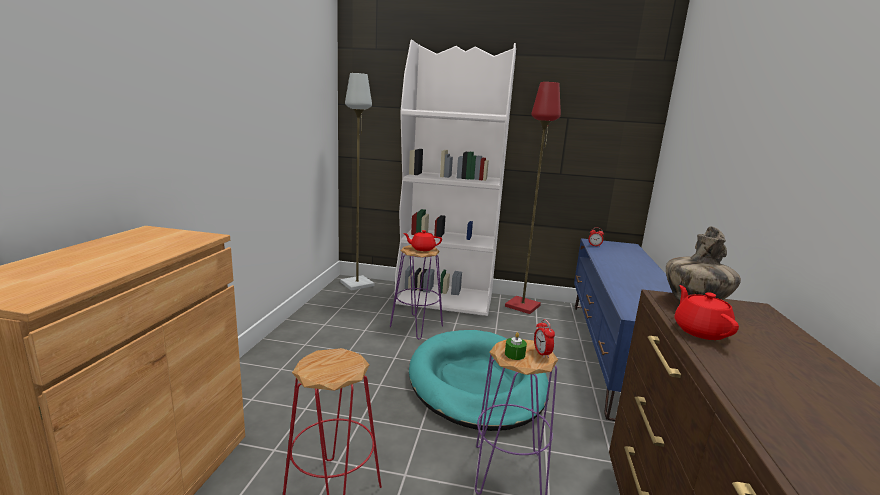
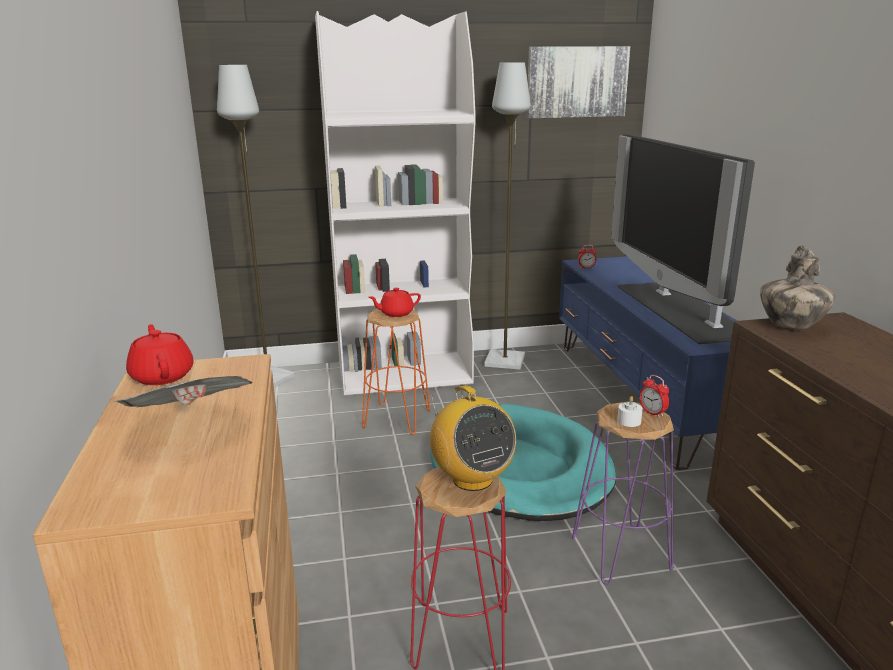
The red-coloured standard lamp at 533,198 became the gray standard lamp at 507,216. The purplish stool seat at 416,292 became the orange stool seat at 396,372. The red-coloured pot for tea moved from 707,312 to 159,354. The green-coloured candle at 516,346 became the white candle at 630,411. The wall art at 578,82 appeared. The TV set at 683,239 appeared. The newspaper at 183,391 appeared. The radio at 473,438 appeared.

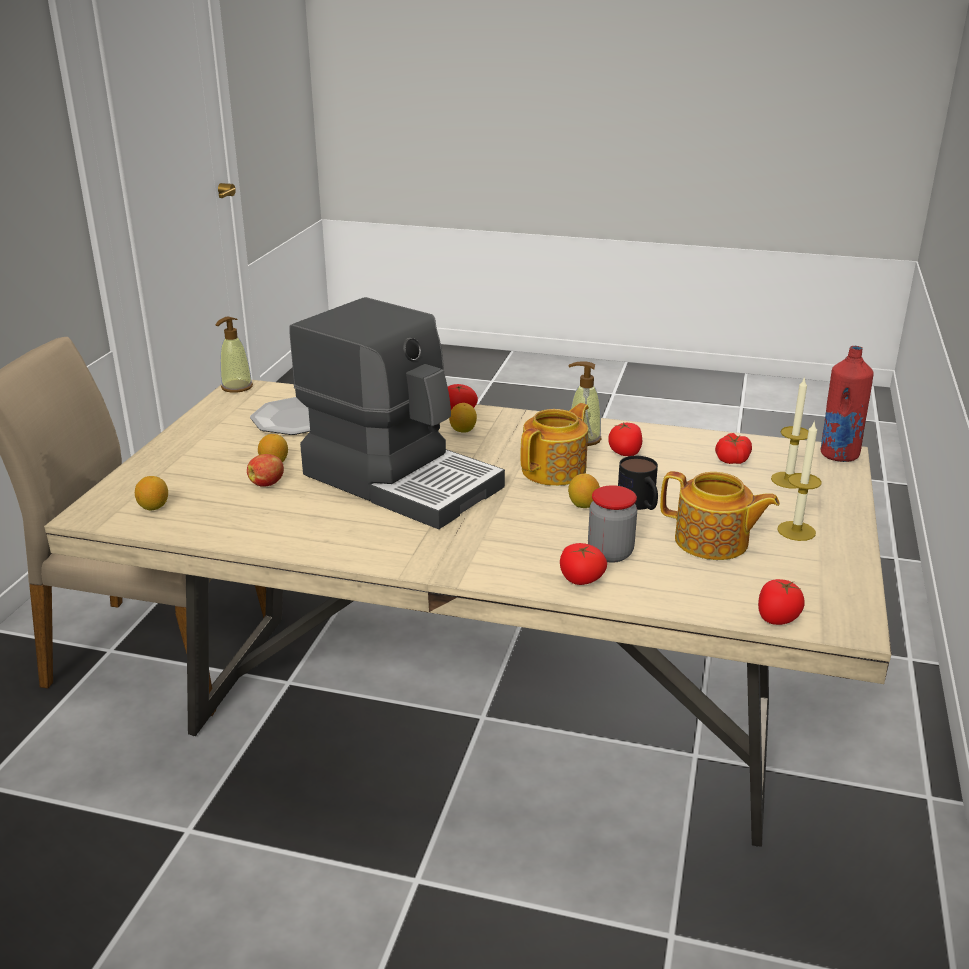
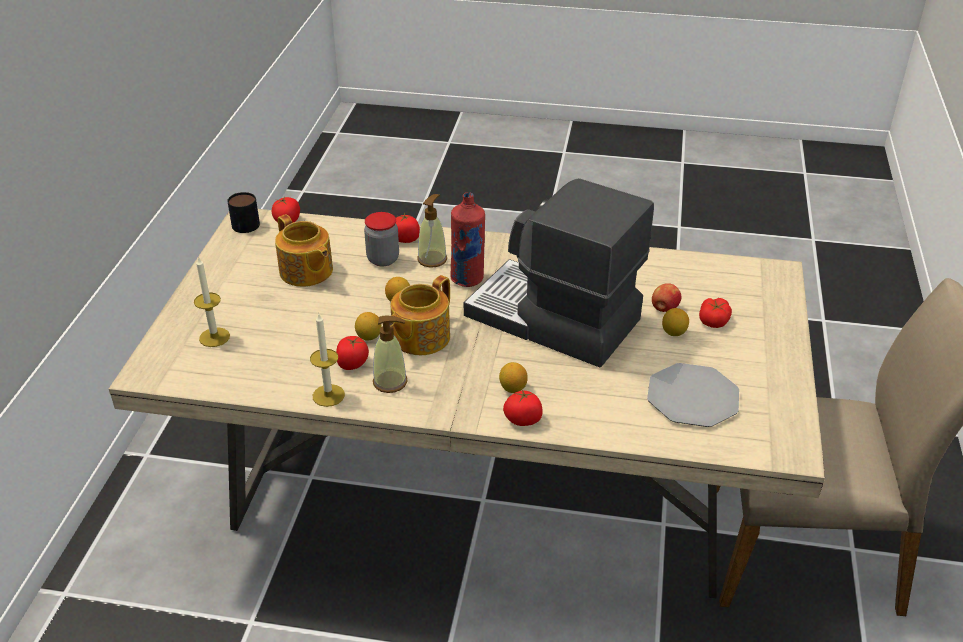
The soap dispenser moved from 234,354 to 432,231. The red-coloured beverage bottle moved from 847,404 to 467,239. The candle moved from 799,480 to 327,359. The tomato moved from 733,448 to 715,313. The tea mug moved from 638,483 to 243,212. The pot for tea at 720,515 turned 150 degrees counterclockwise. The lemon moved from 151,493 to 368,326.

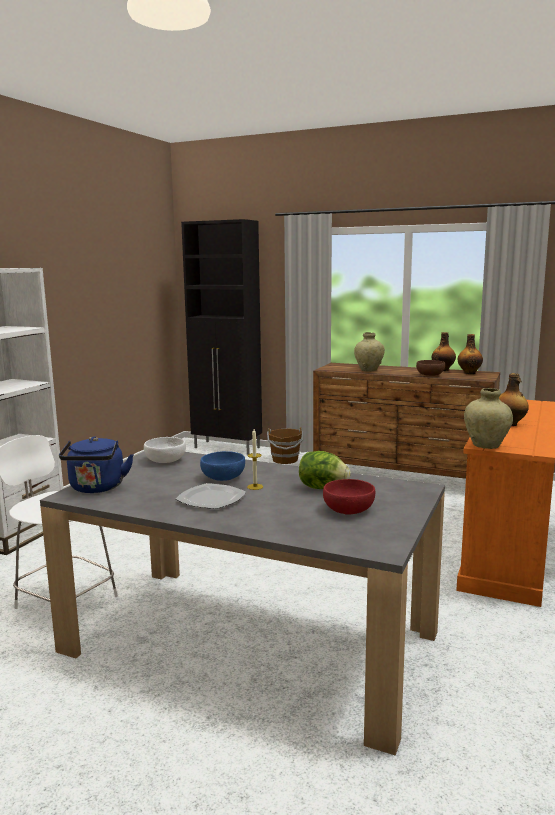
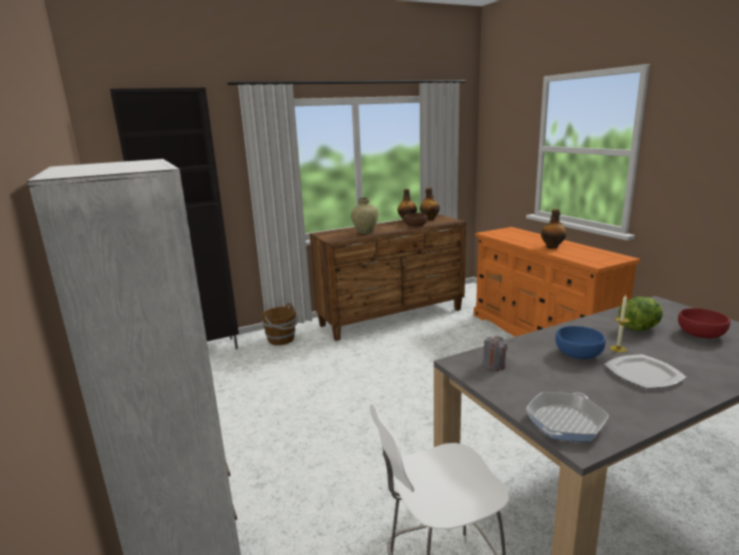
The beige-coloured flower vase at 488,418 disappeared. The blue tea kettle at 96,464 was replaced by the frying pan at 567,417. The white bowl at 165,450 was replaced by the gray candle at 495,353.

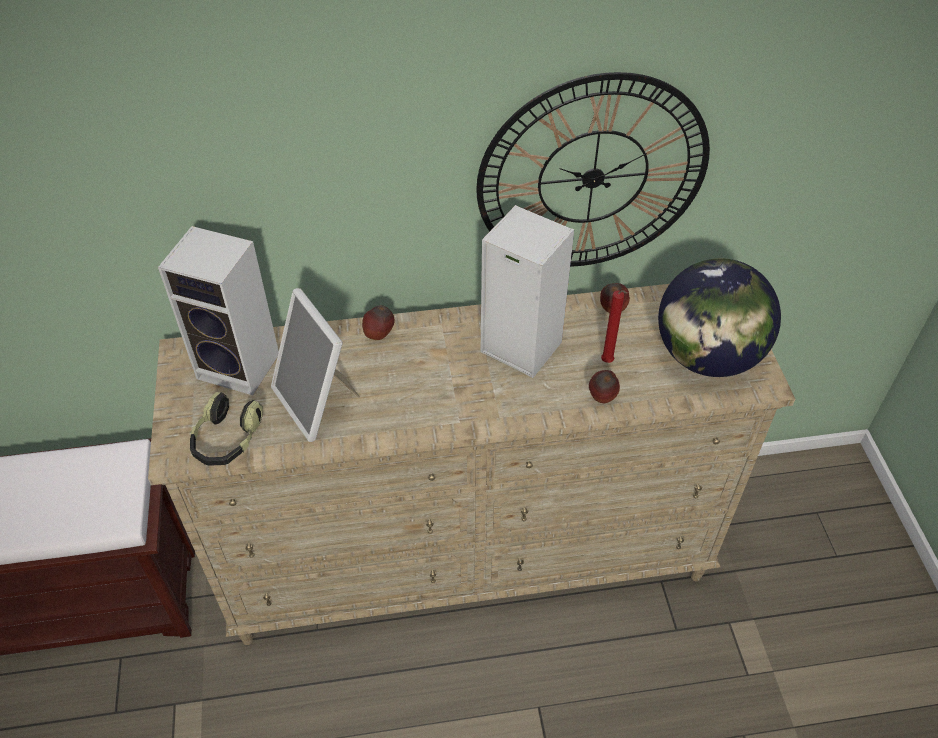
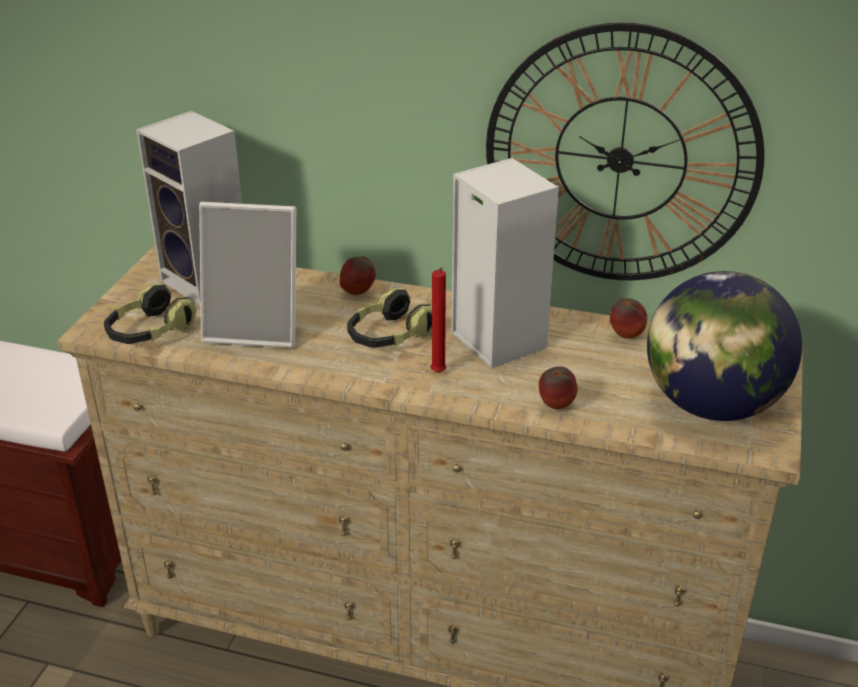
The picture frame at 315,365 turned 75 degrees counterclockwise. The red-coloured candle moved from 614,326 to 438,320. The headset at 389,318 appeared.

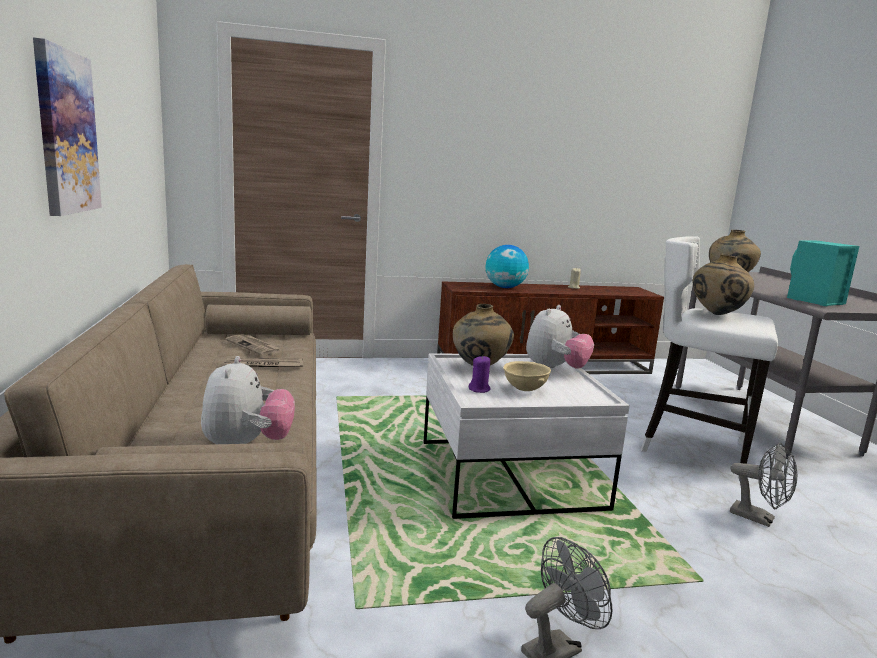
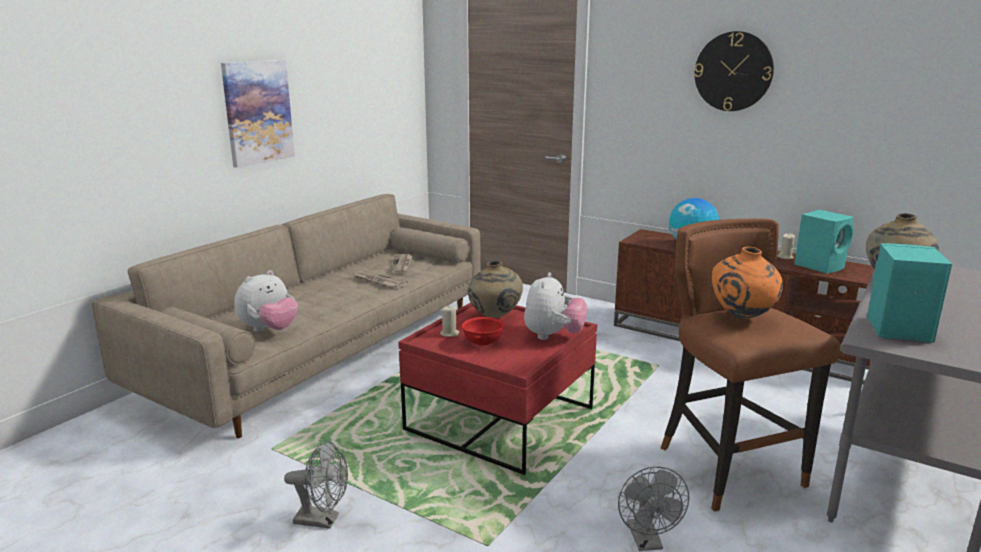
The white stool seat at 709,357 became the brownish stool seat at 750,365. The beige-coloured flower vase at 723,284 became the orange flower vase at 747,283. The soft toy at 560,337 turned 60 degrees counterclockwise. The white lounge table at 526,436 became the red-coloured lounge table at 497,388. The purplish candle at 480,374 became the beige-coloured candle at 450,321. The beige-coloured bowl at 527,376 became the red-coloured bowl at 483,331. The clock on the wall at 734,71 appeared. The turquoise-coloured audio speaker at 824,242 appeared.

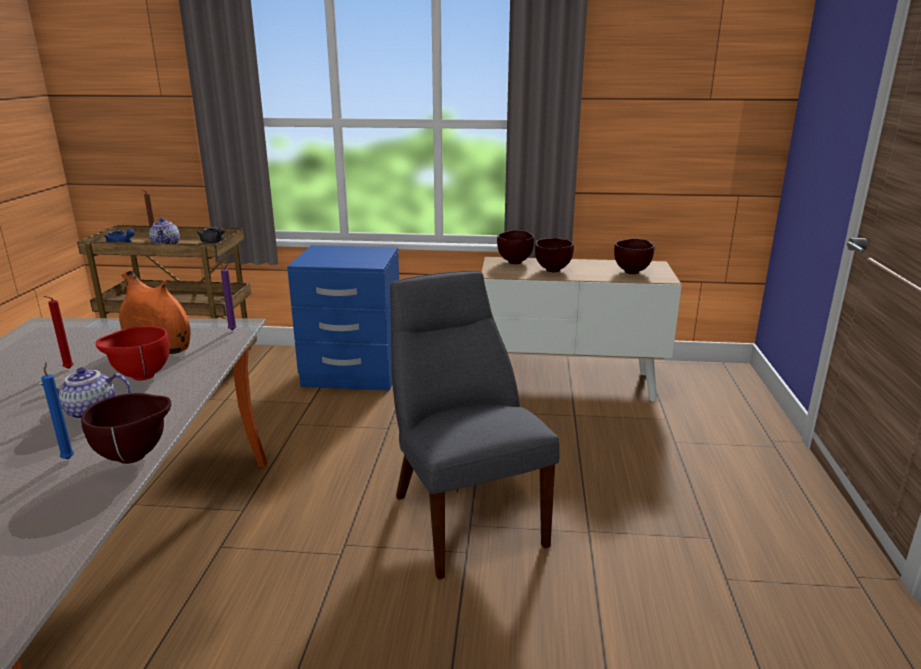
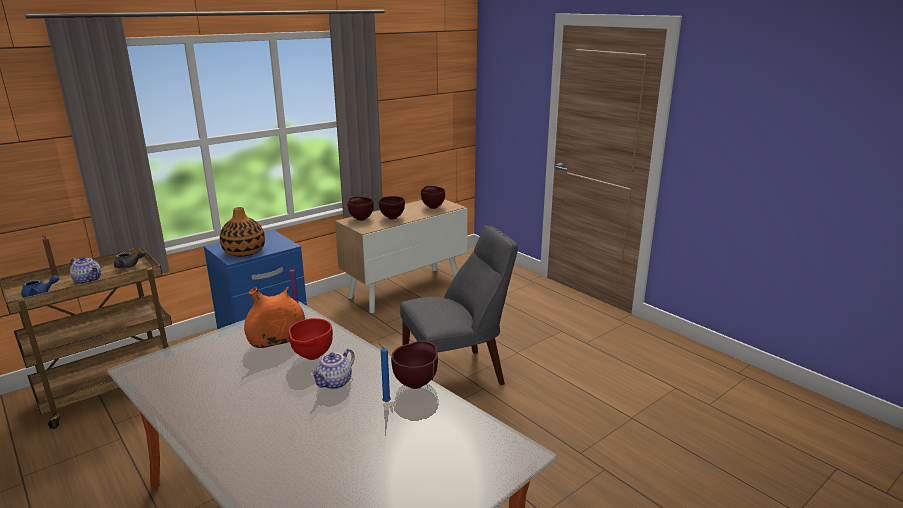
The gray plain chair at 475,425 turned 135 degrees clockwise. The red-coloured candle at 59,332 disappeared. The flower vase at 242,232 appeared.

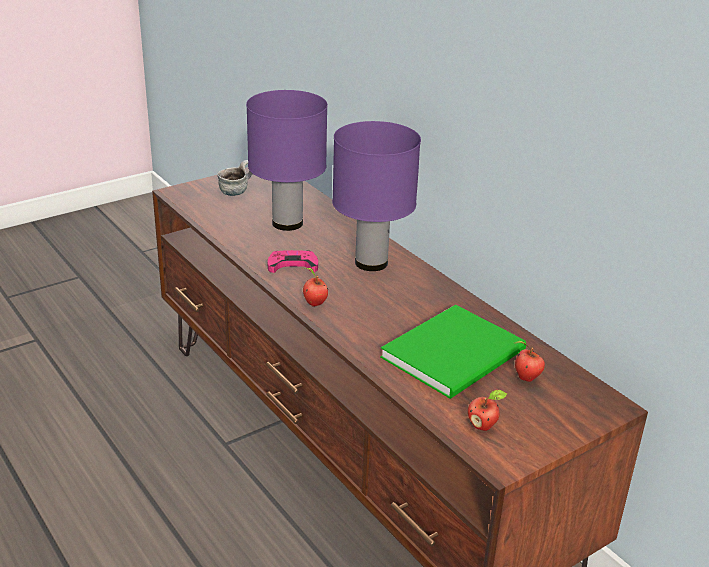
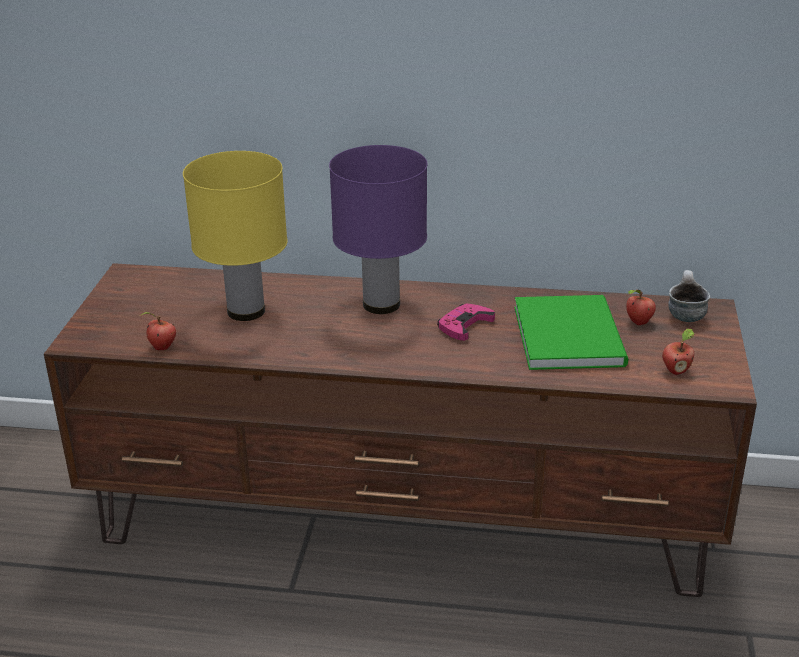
The purplish lamp for a table at 287,160 became the yellow lamp for a table at 235,236. The tea mug moved from 234,178 to 689,296. The pink-coloured game controller moved from 293,261 to 466,322. The whole apple moved from 315,287 to 157,331.

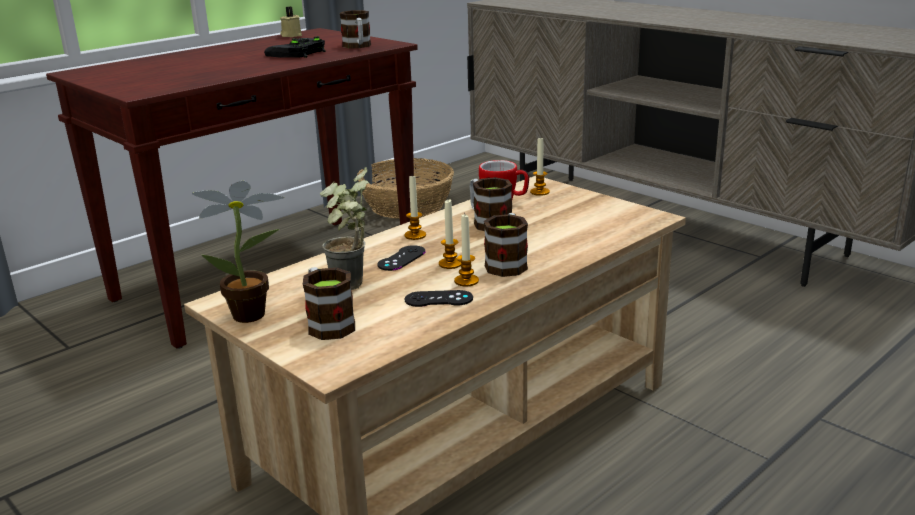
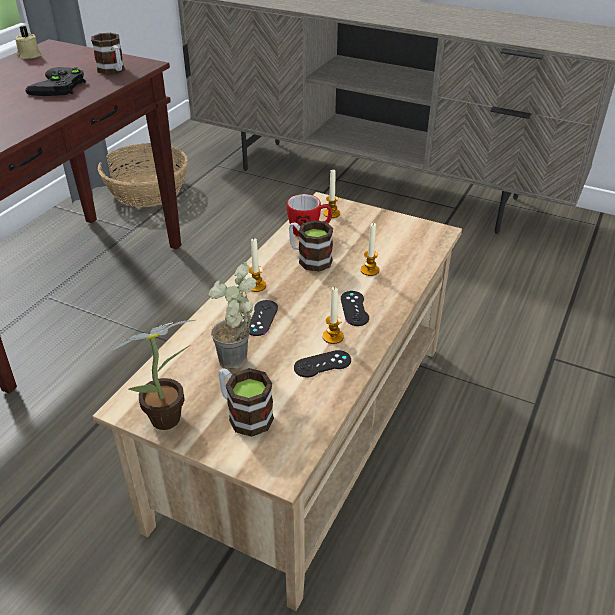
The candle moved from 450,234 to 370,249. The tea mug at 506,245 was replaced by the blackish game controller at 355,308.

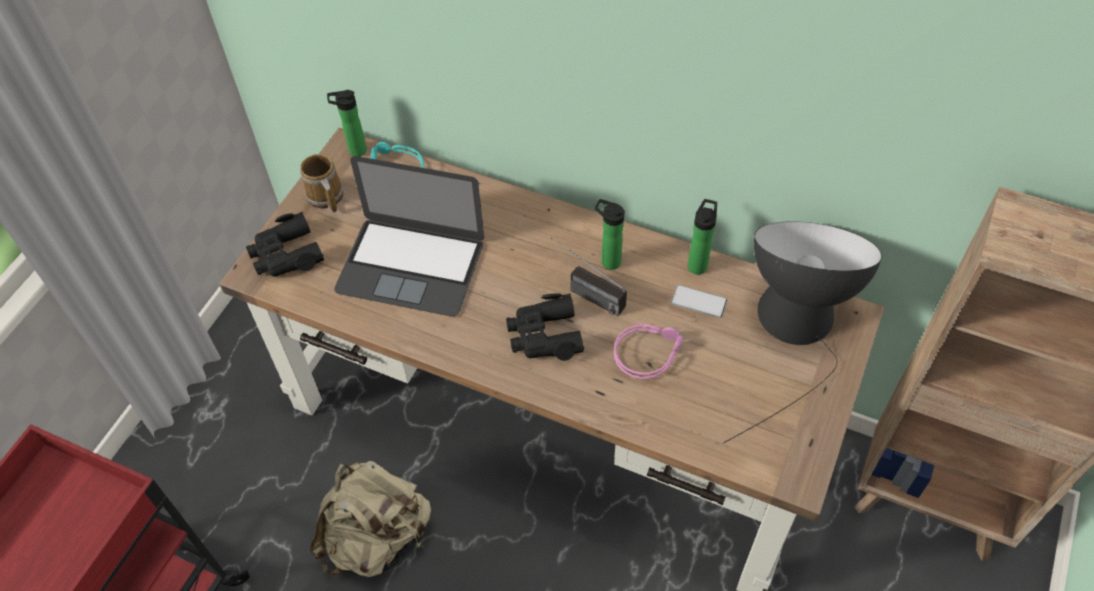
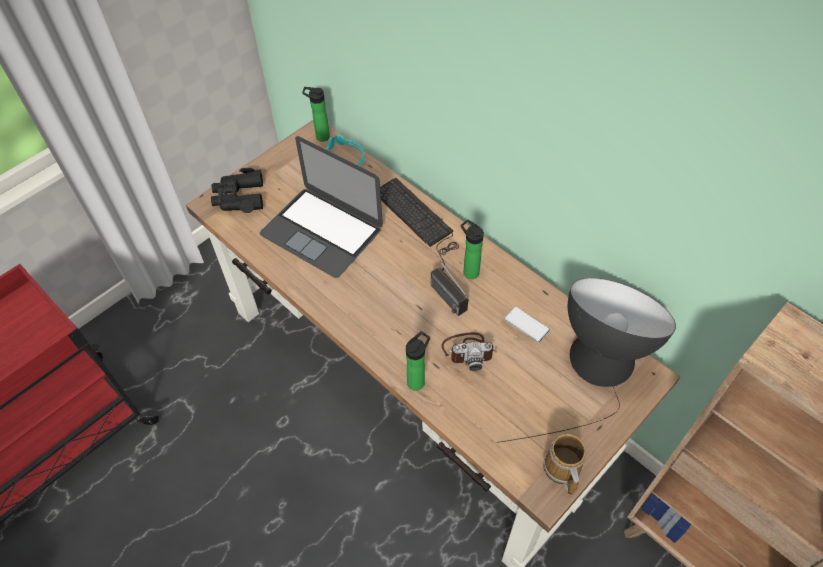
The tea mug moved from 321,183 to 564,464. The beverage bottle moved from 702,237 to 418,361. The blackish pair of binoculars at 545,327 disappeared. The pink-coloured headset at 648,350 was replaced by the still camera at 469,351. The beige-coloured knapsack at 370,519 disappeared. The computer keyboard at 419,224 appeared.

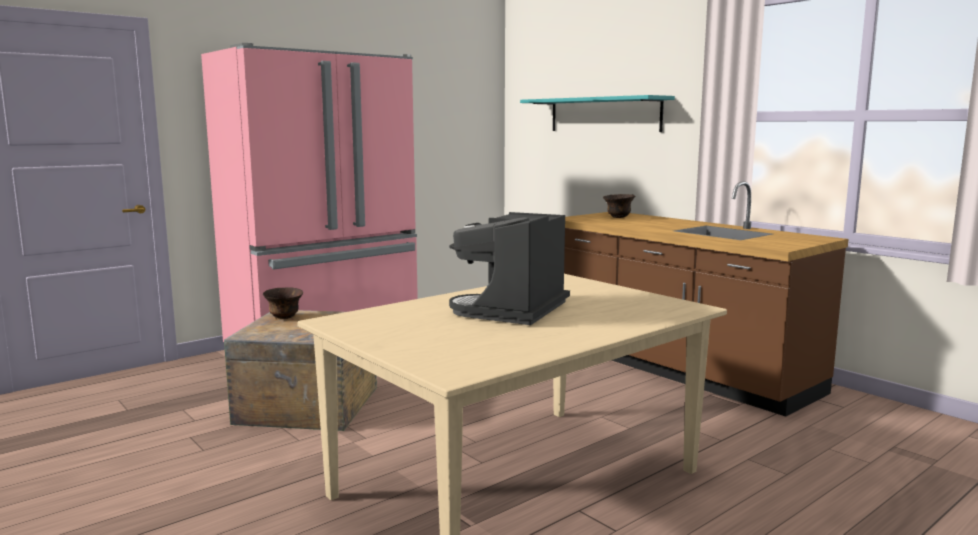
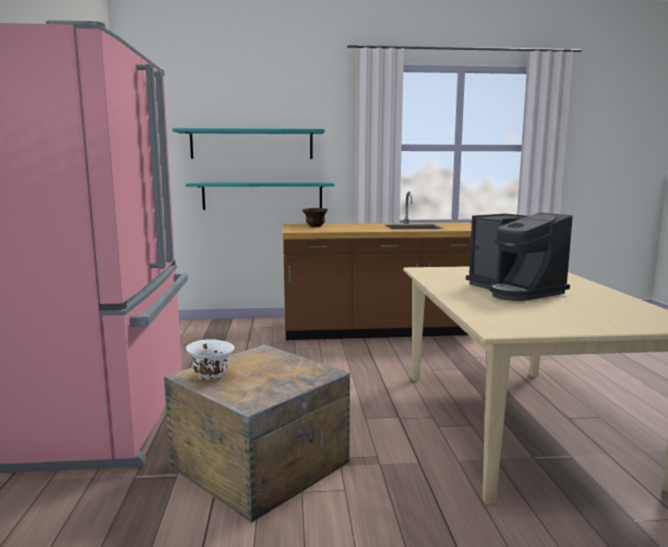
The brownish bowl at 283,303 became the white bowl at 210,359. The turquoise-coloured wall shelf at 260,196 appeared.

